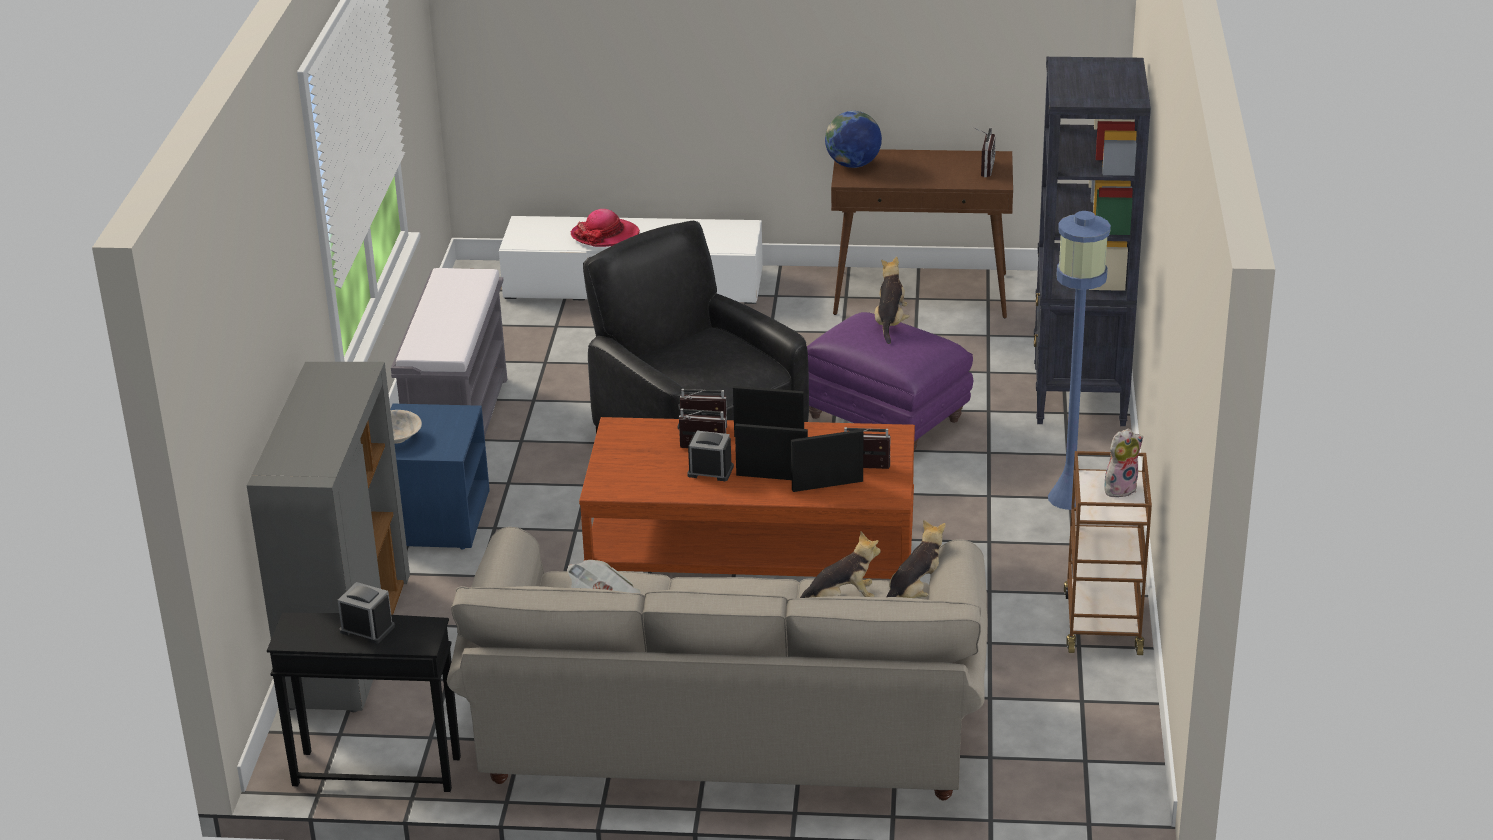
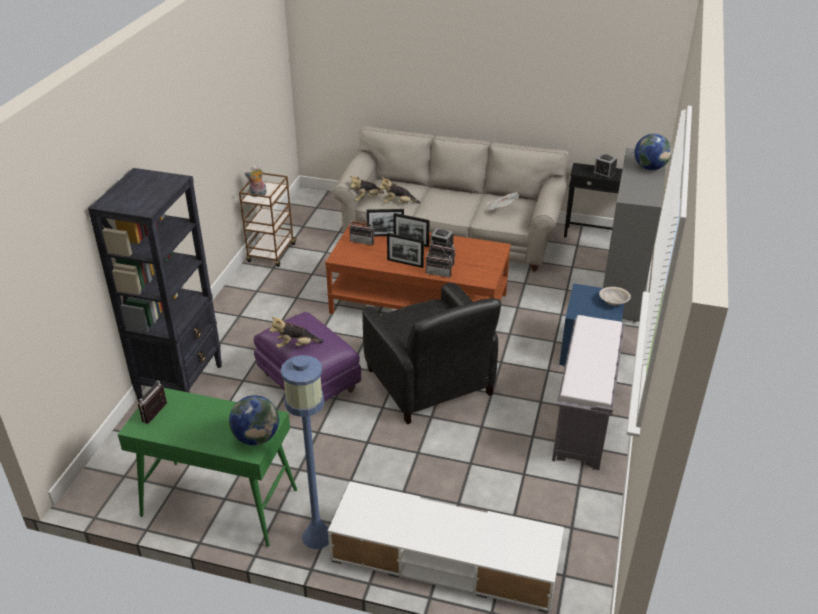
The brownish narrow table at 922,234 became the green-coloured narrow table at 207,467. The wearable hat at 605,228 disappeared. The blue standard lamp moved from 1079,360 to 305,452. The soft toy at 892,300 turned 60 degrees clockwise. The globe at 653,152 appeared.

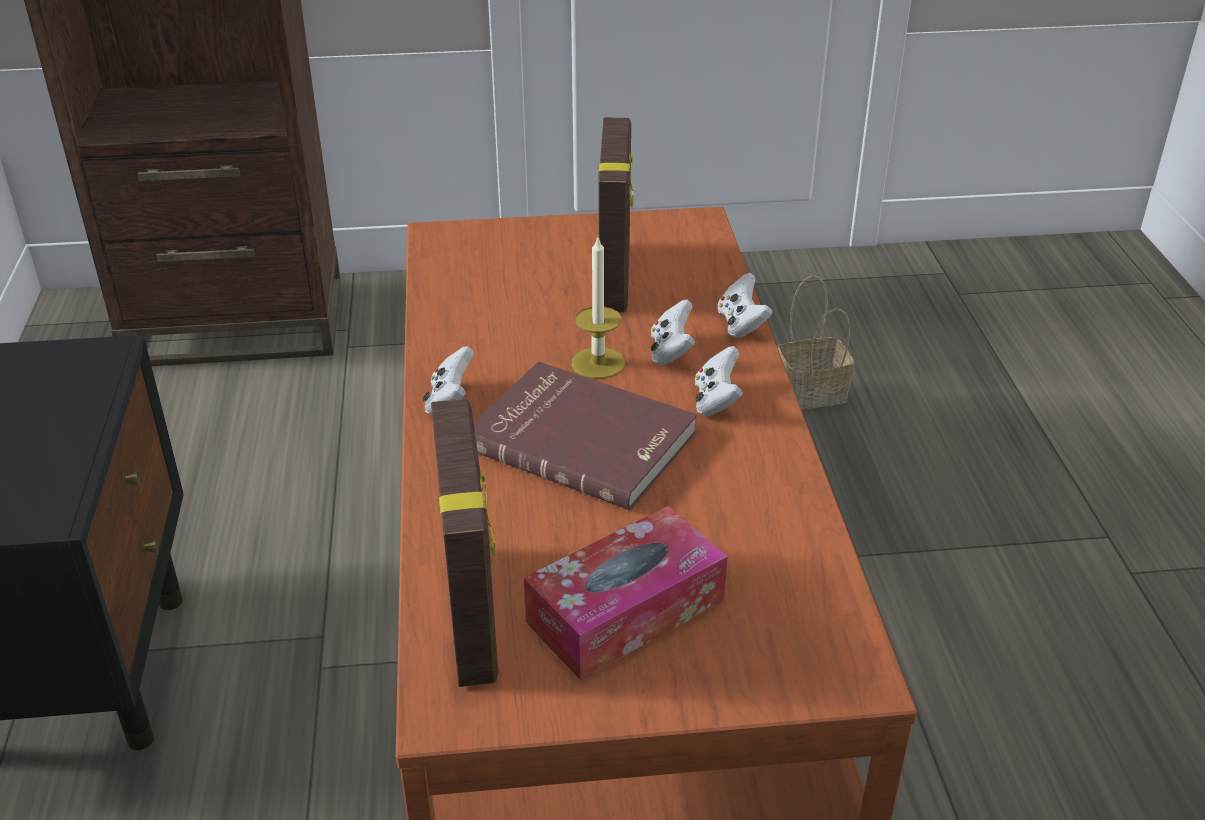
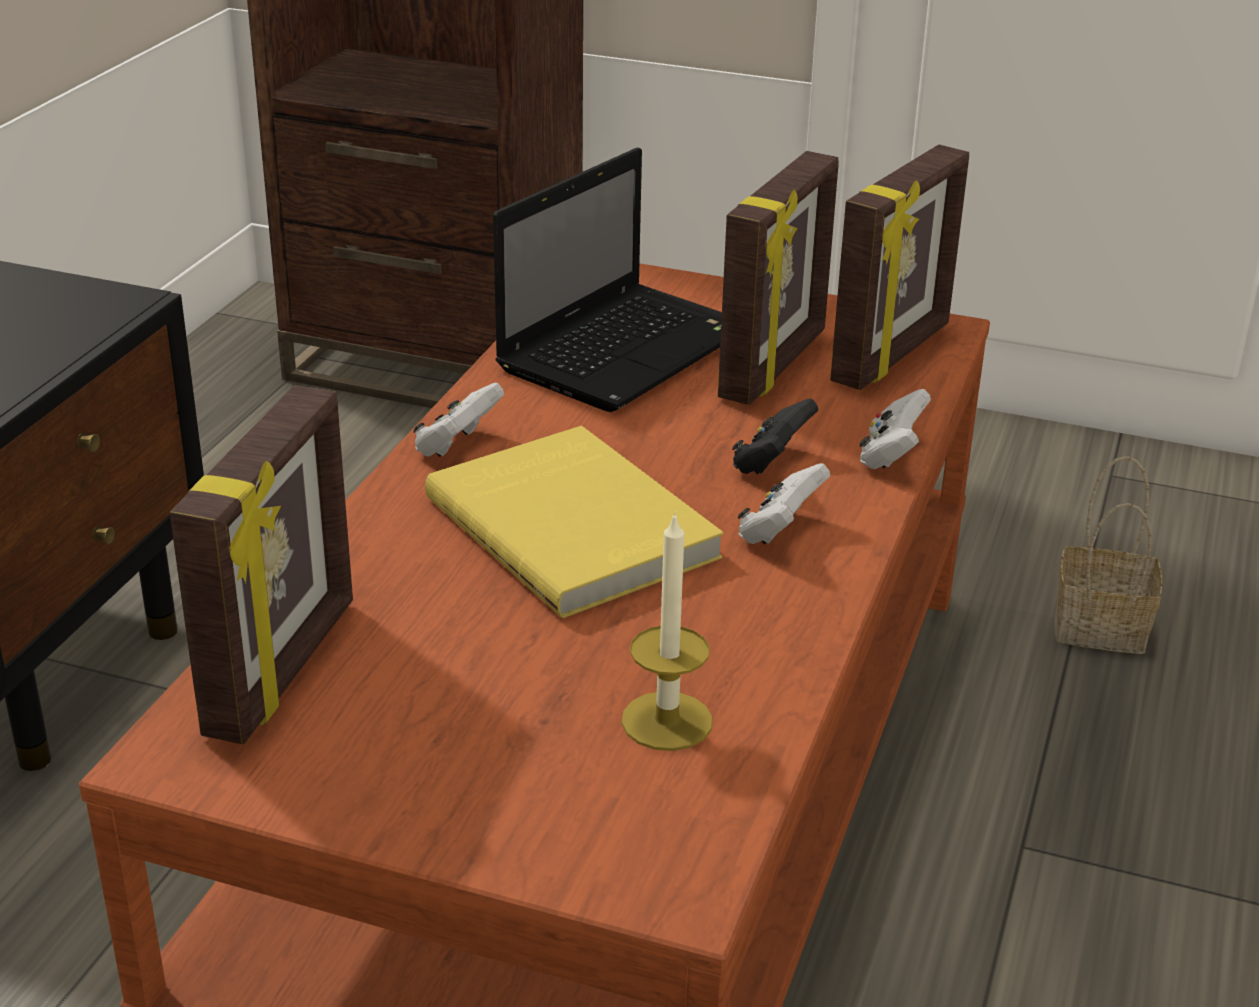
The candle moved from 598,308 to 667,631. The white game controller at 673,332 became the blackish game controller at 775,436. The red-coloured volume at 585,436 became the yellow volume at 574,522. The tissue box at 626,593 disappeared. The picture frame at 899,267 appeared. The portable computer at 607,279 appeared.

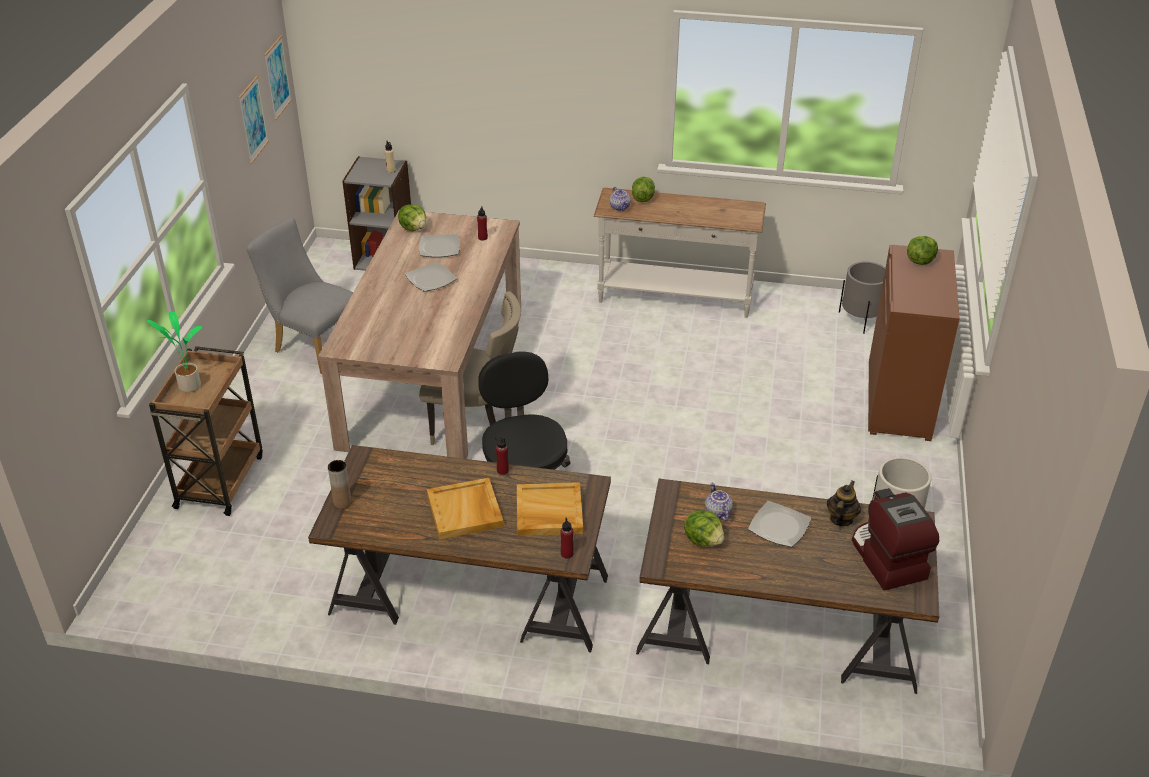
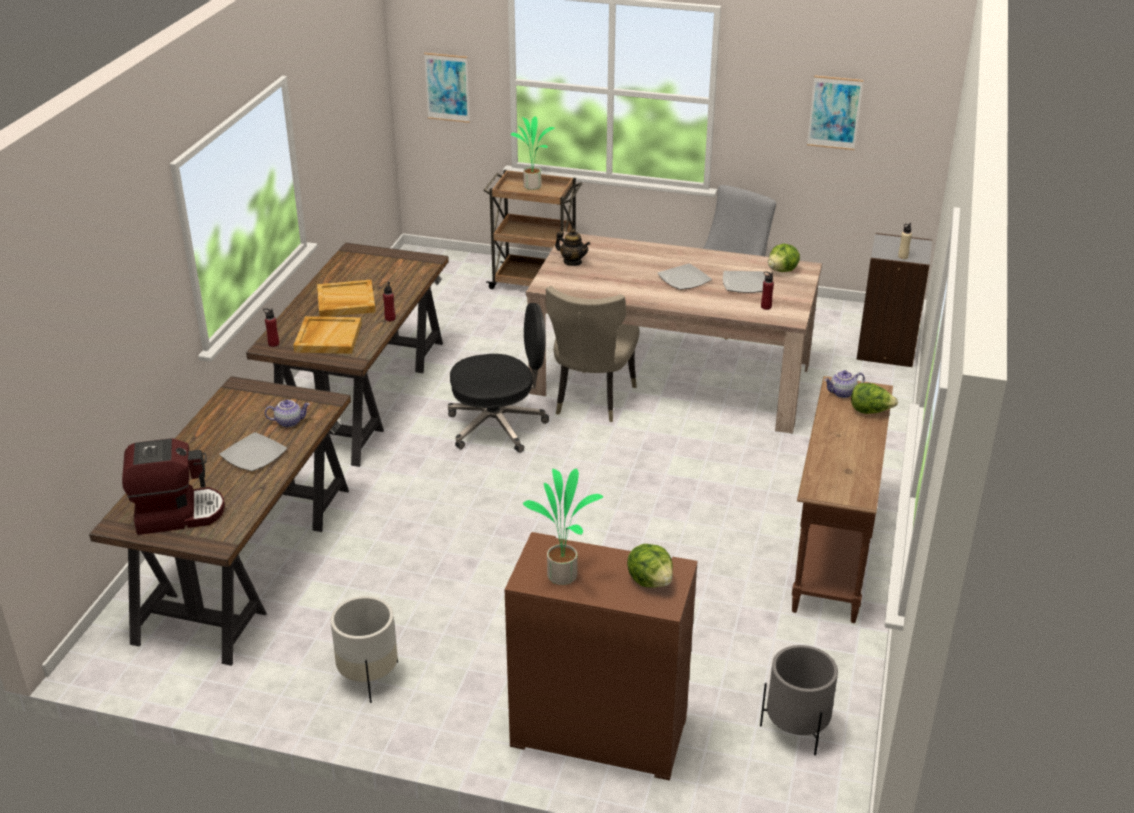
The wall art moved from 278,77 to 447,88. The white narrow table at 680,253 became the brownish narrow table at 842,499. The brownish flower vase at 340,484 disappeared. The pot for tea moved from 844,503 to 572,247. The lettuce at 704,528 disappeared. The plant in a pot at 563,527 appeared.

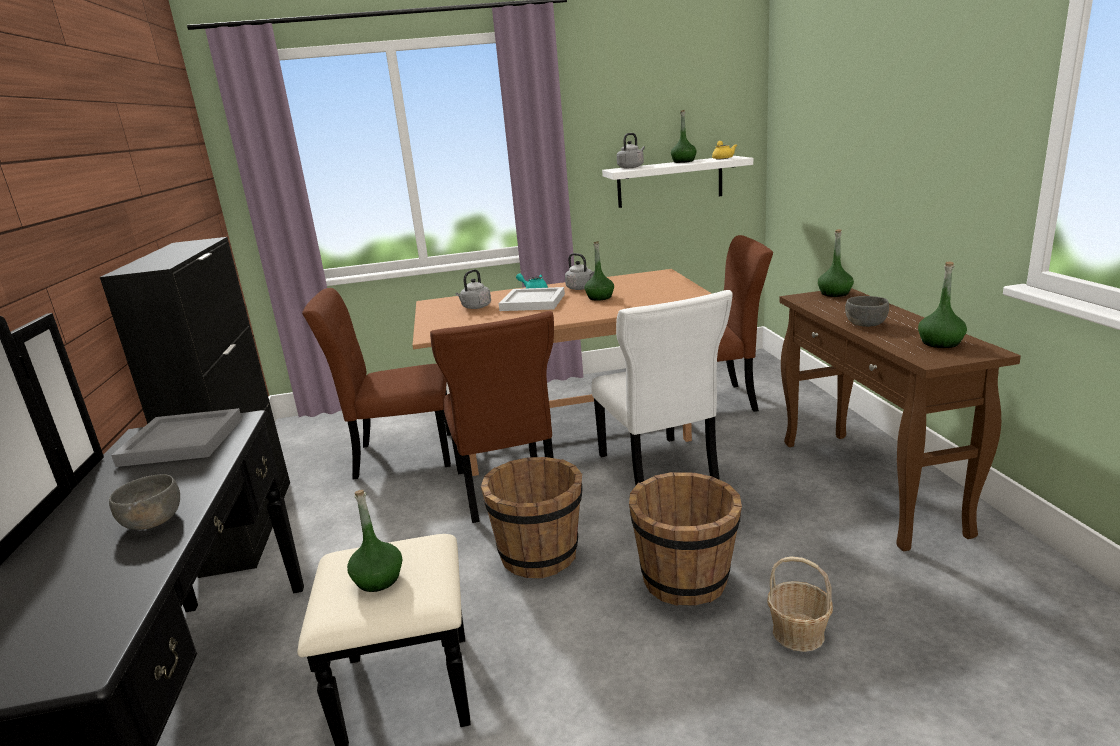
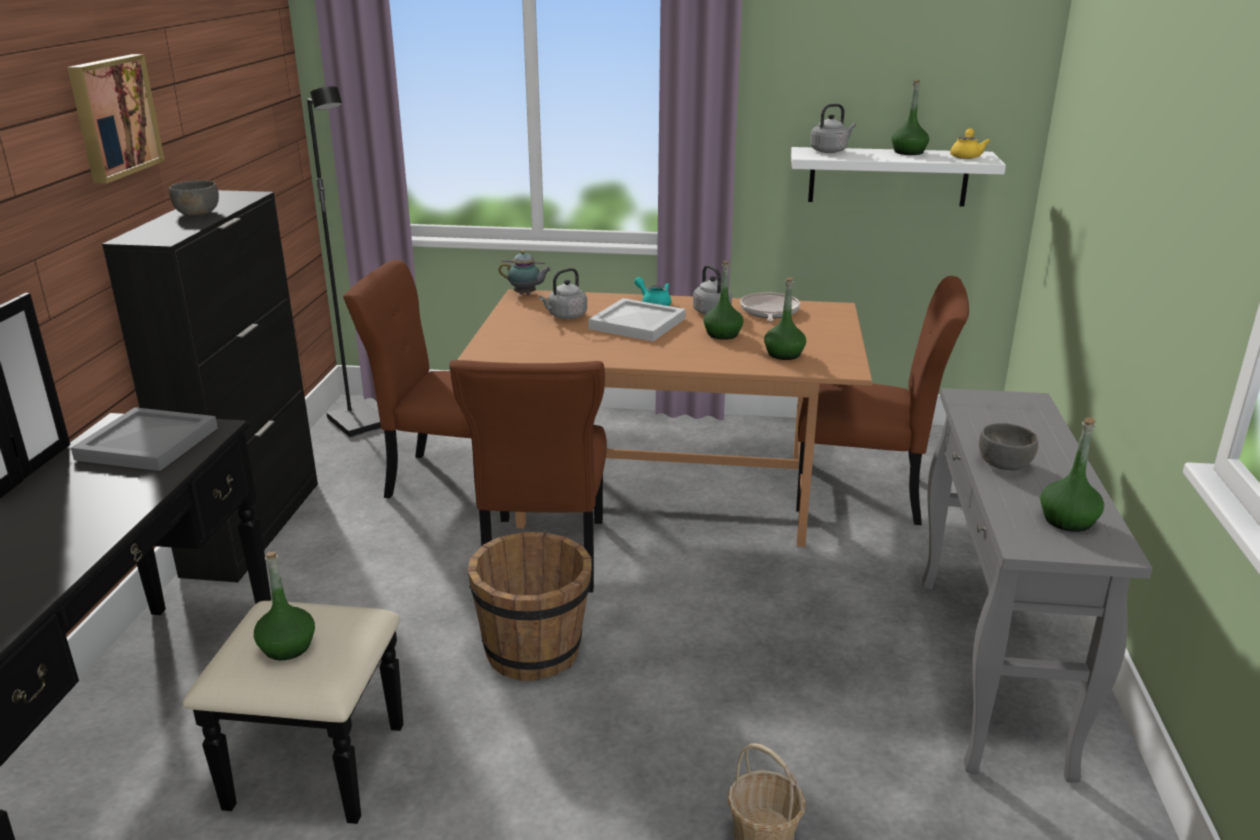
The green-coloured beverage bottle moved from 836,263 to 785,318. The brownish narrow table at 900,419 became the gray narrow table at 1037,585. The white plain chair at 662,387 disappeared. The brownish water bucket at 685,539 disappeared. The gray bowl moved from 144,502 to 194,197. The wall art at 116,119 appeared. The blackish standard lamp at 344,261 appeared. The pot for tea at 525,272 appeared. The frying pan at 770,307 appeared.

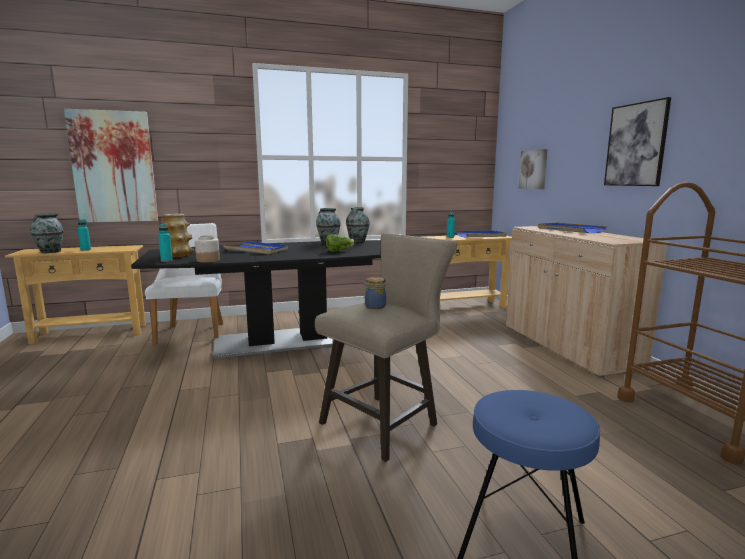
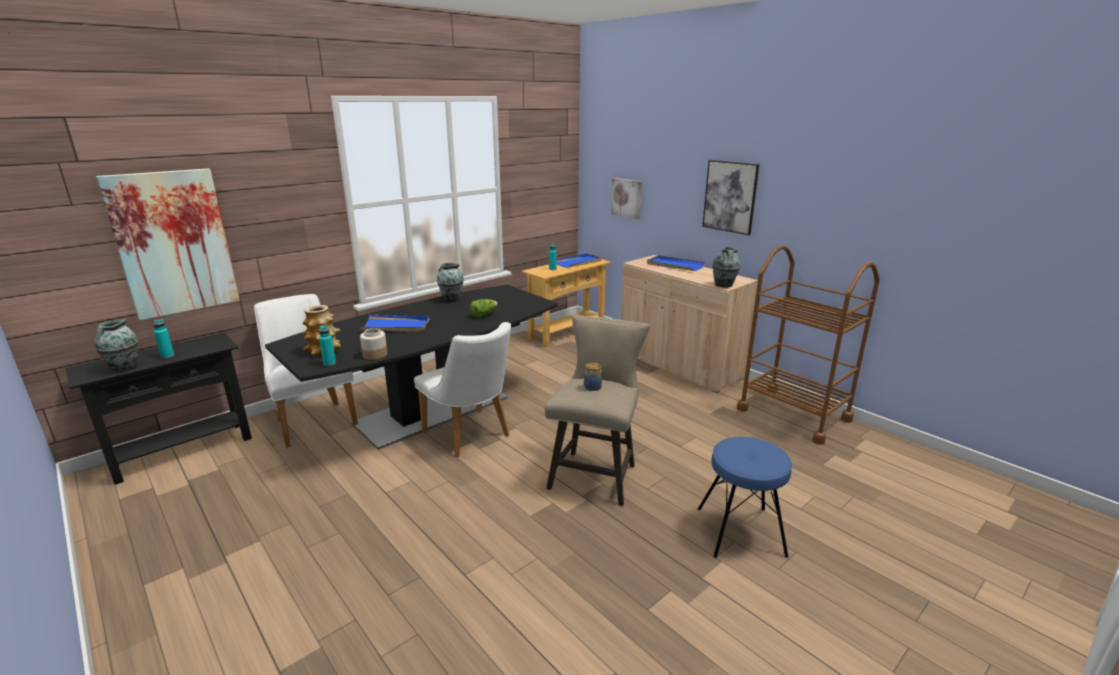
The flower vase moved from 358,224 to 726,267. The beige-coloured narrow table at 75,294 became the blackish narrow table at 158,408. The white plain chair at 462,389 appeared.

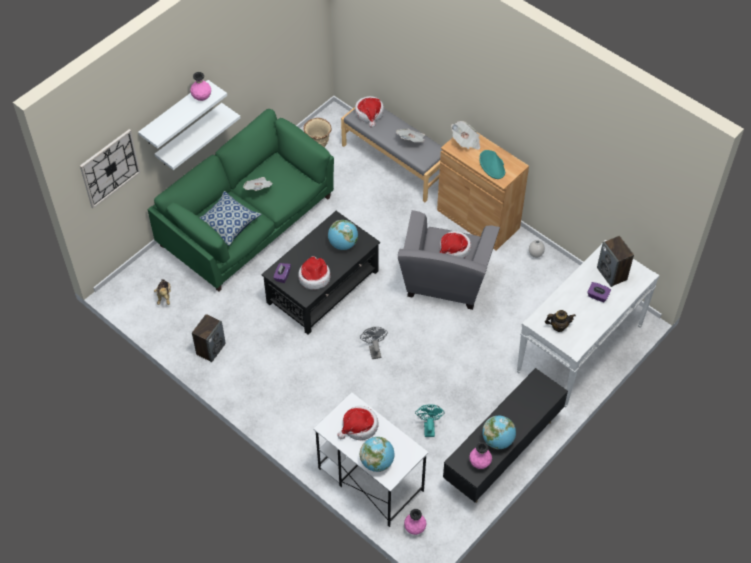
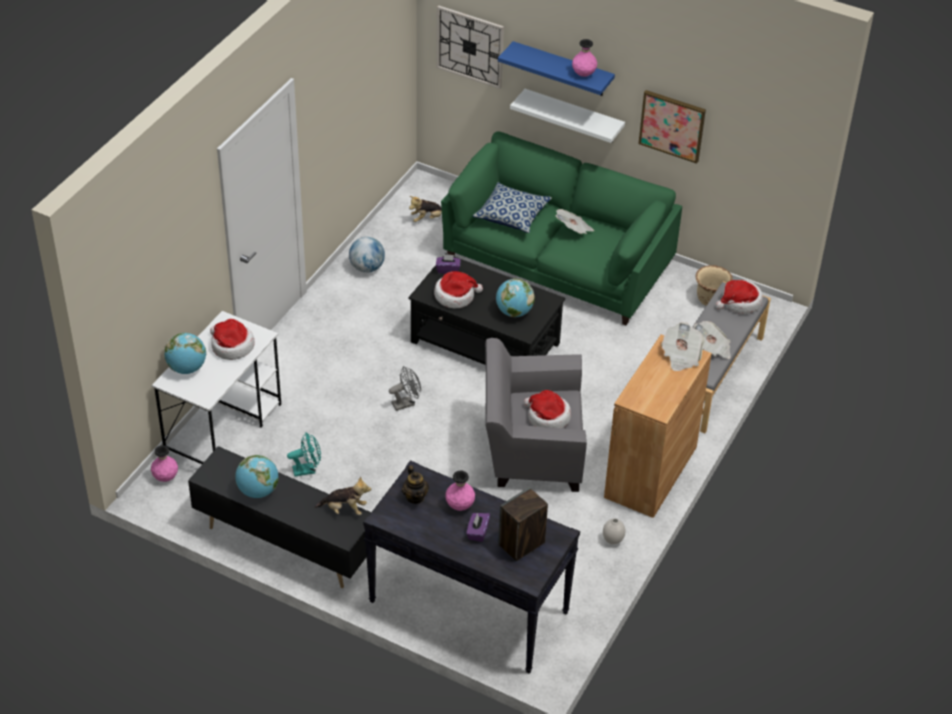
The white wall shelf at 182,114 became the blue wall shelf at 556,68. The turquoise-coloured wearable hat at 492,164 disappeared. The white narrow table at 588,324 became the blackish narrow table at 471,567. The audio speaker at 209,338 was replaced by the globe at 367,255. The pink-coloured flower vase moved from 480,455 to 460,491. The wall art at 672,127 appeared. The soft toy at 343,495 appeared.

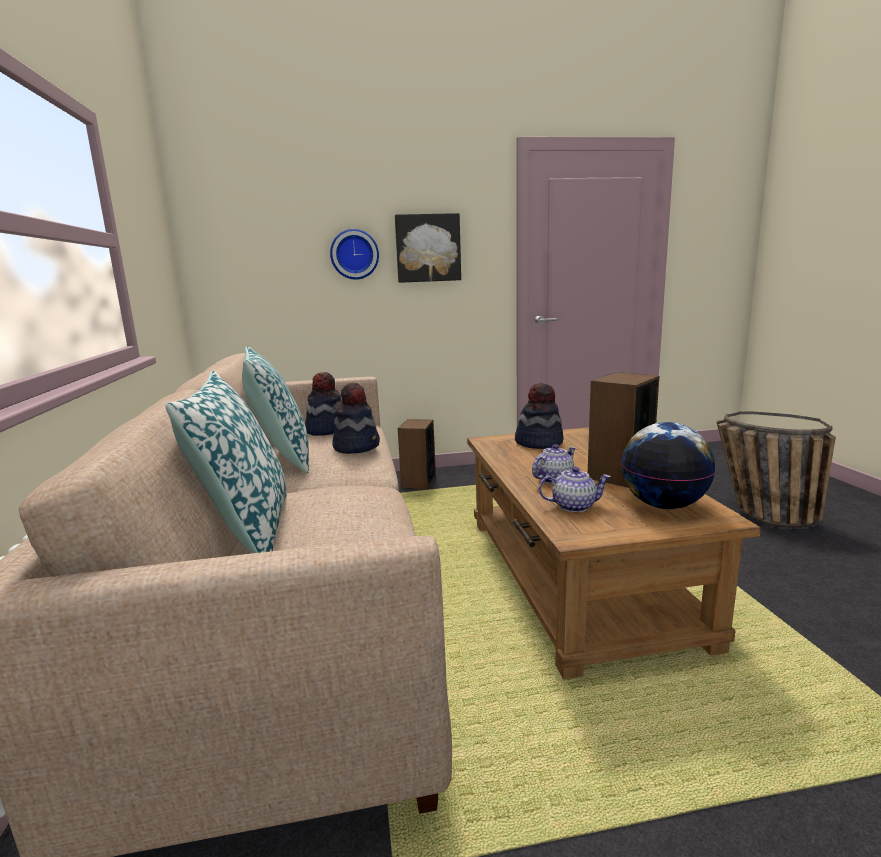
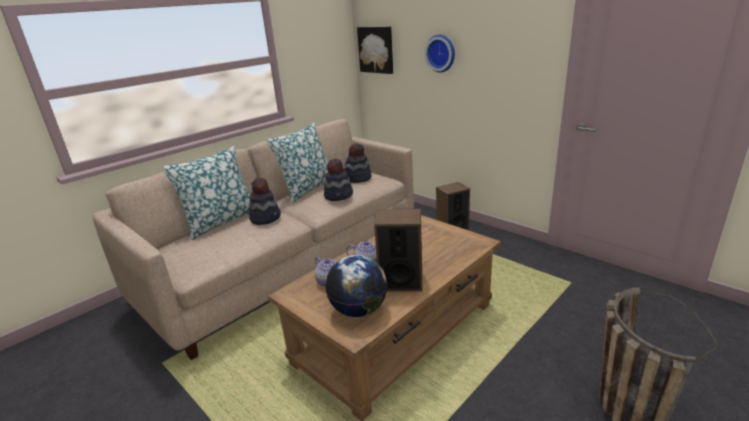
The wall art moved from 428,248 to 375,50. The wearable hat moved from 539,416 to 265,201.

